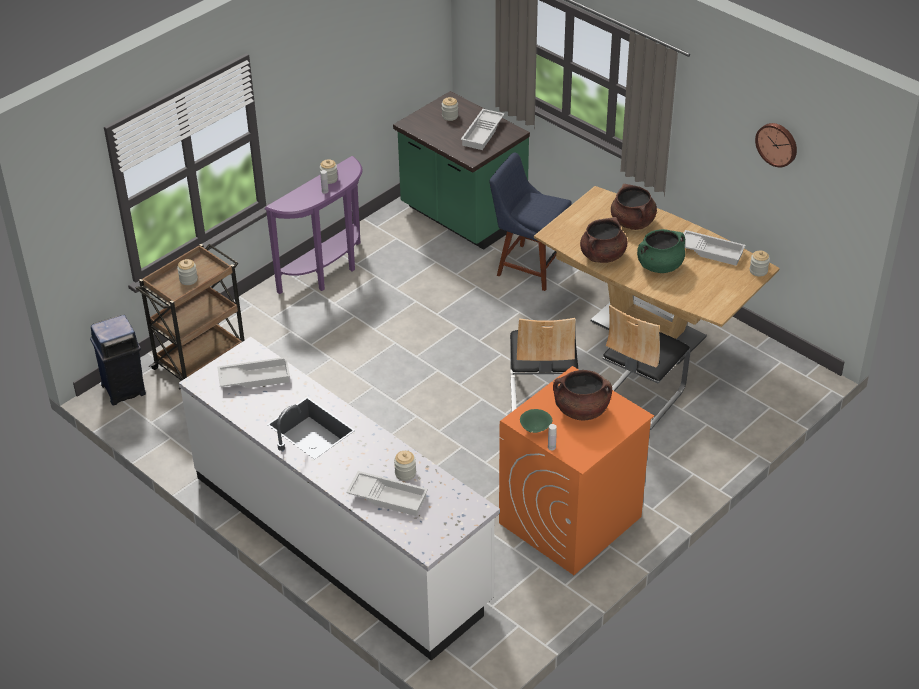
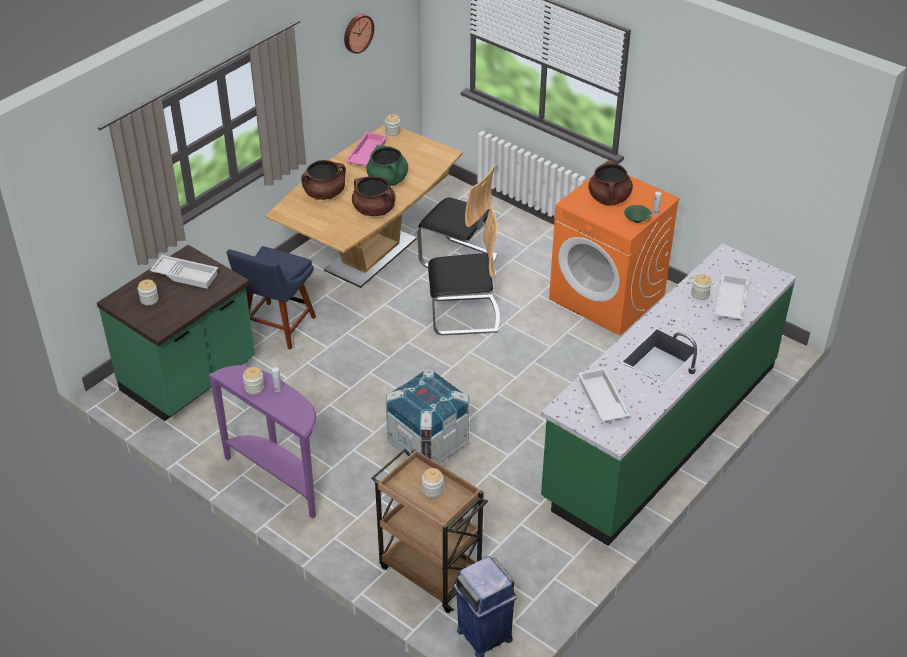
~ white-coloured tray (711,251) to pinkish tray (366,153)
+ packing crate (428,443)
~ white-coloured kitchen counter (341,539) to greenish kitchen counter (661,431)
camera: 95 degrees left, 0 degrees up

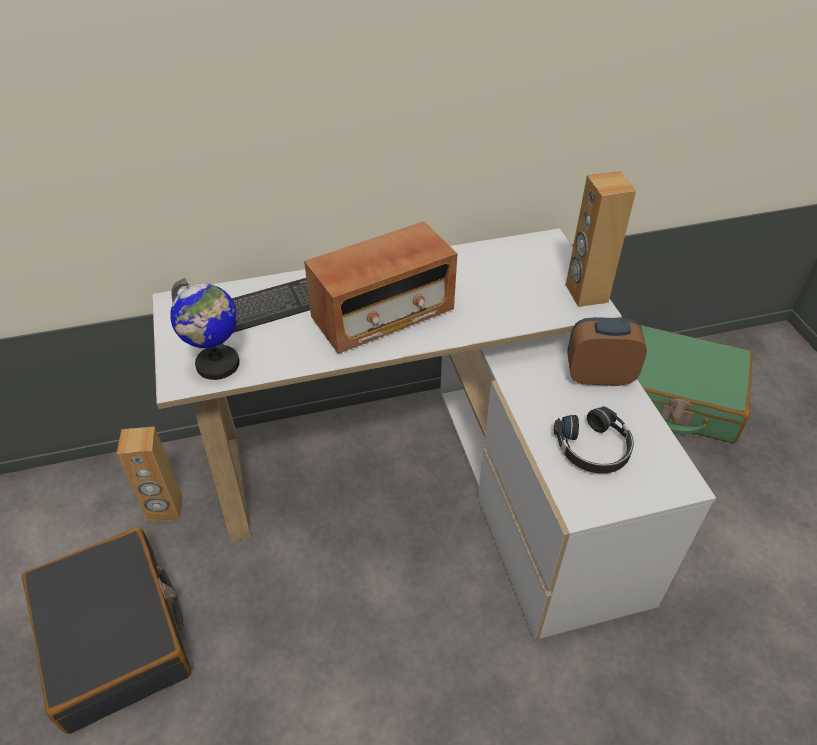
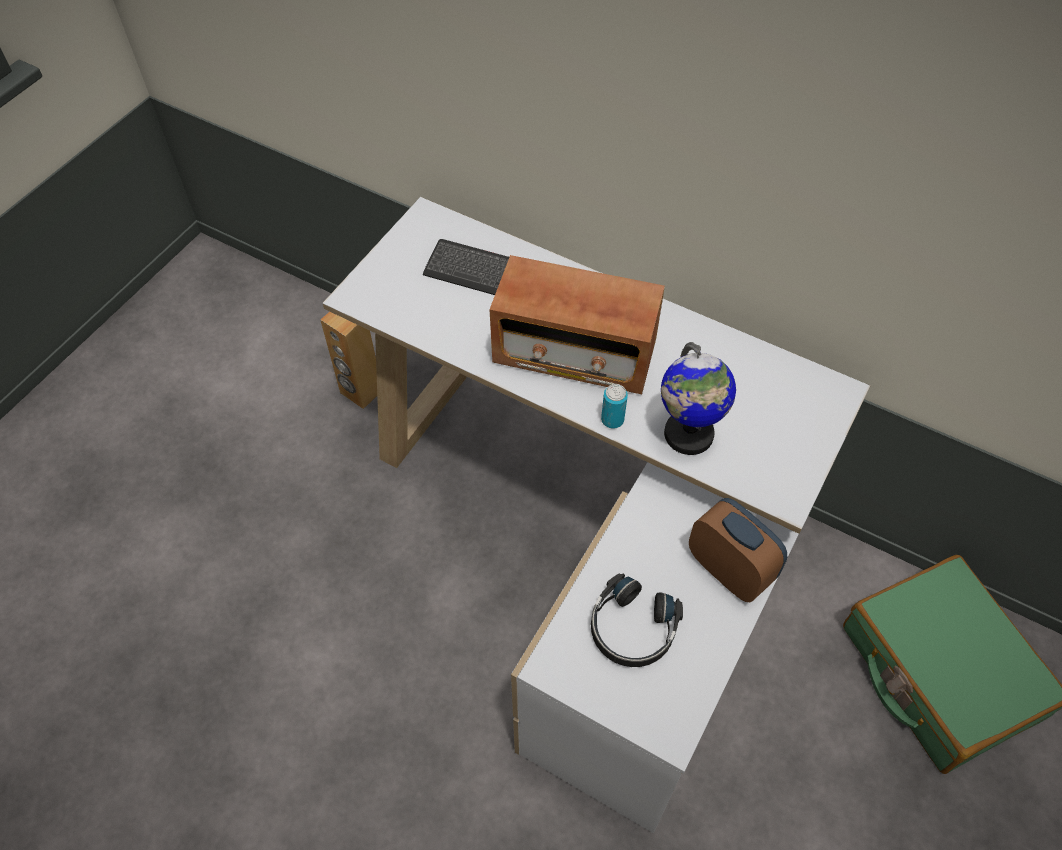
+ sealed can (612,420)
~ desk globe (217,365) to (688,434)
- blackish travel case (115,636)
- brown audio speaker (586,293)
camera: 45 degrees right, 10 degrees up

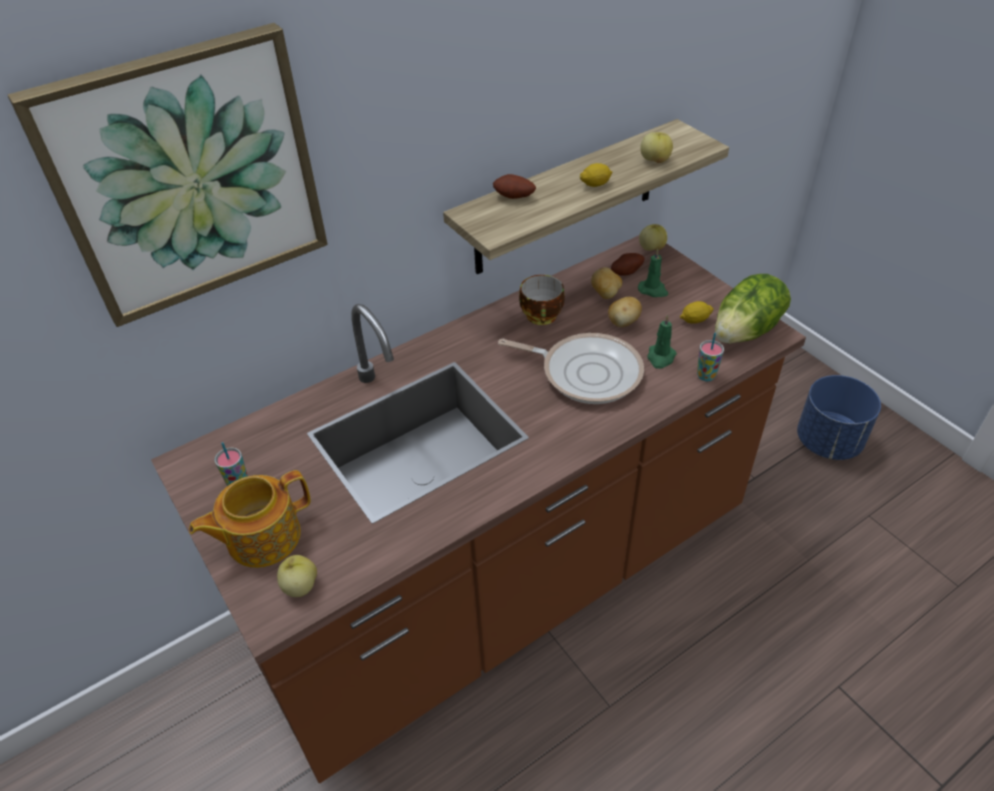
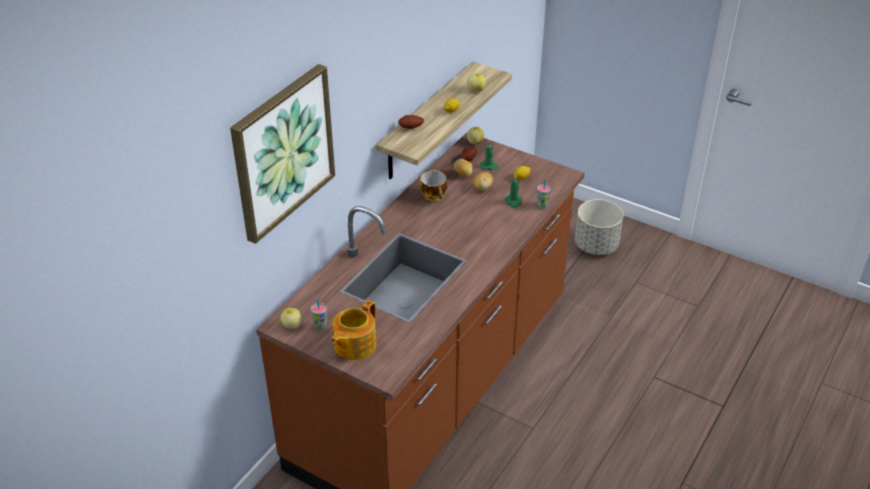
~ apple fruit (300,586) to (292,325)
~ blue-coloured planter (829,441) to grey planter (596,245)
- pan (586,372)
- head of lettuce (747,331)
camera: 25 degrees left, 5 degrees down

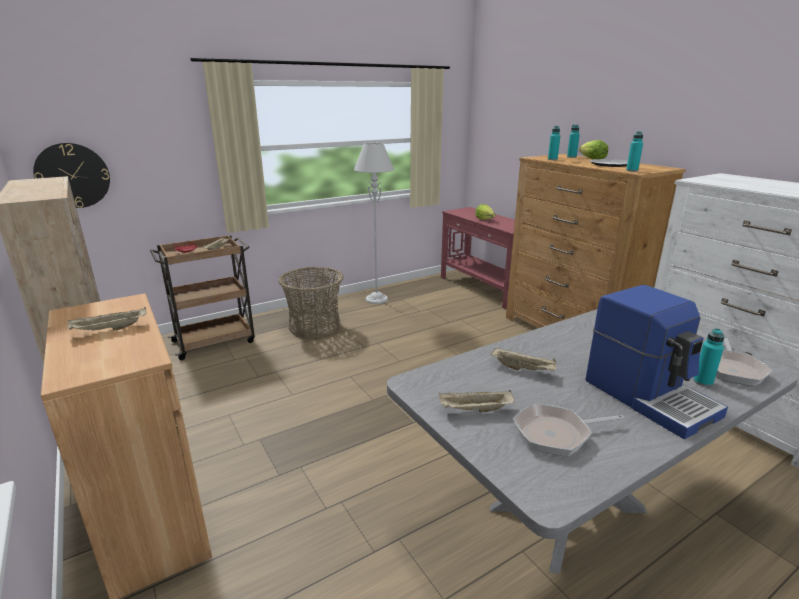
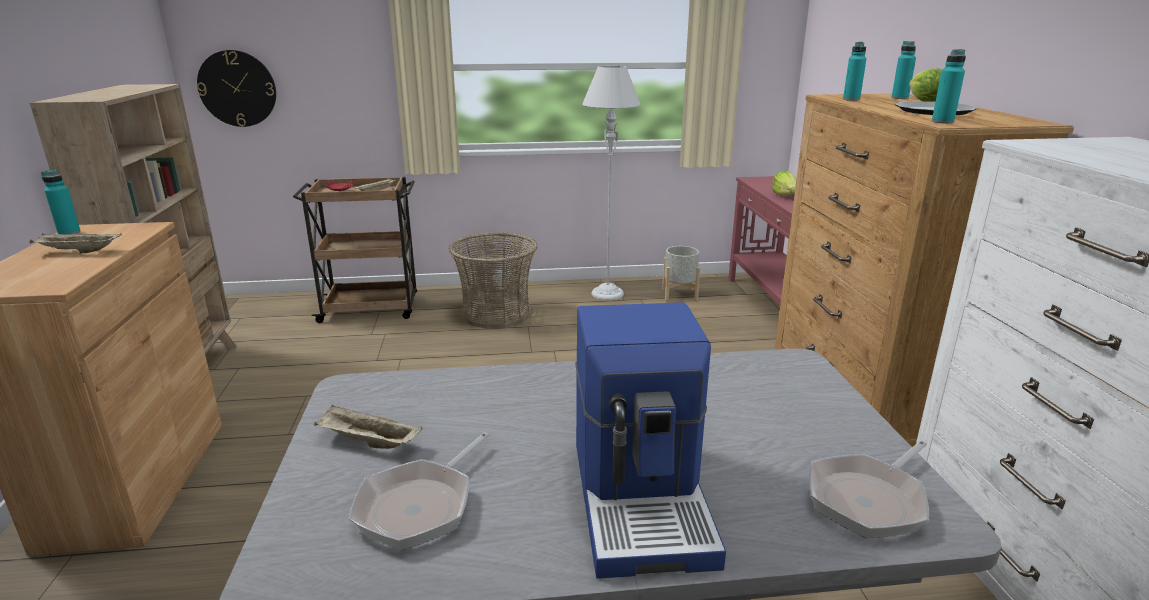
~ blue-green bottle (703,382) to (69,233)
~ pan (556,434) = (420,505) 75 degrees counterclockwise
+ grey planter (680,294)
- beige-coloured tray (523,369)
camera: 25 degrees right, 0 degrees up

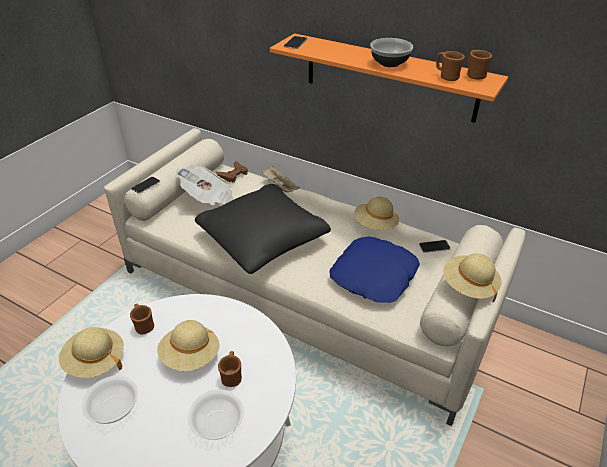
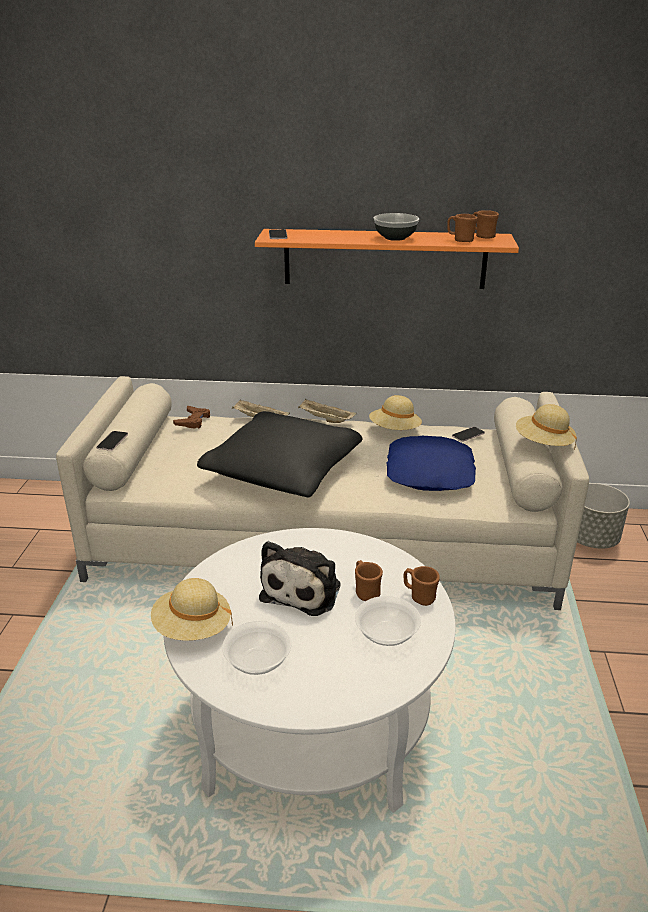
~ beige-coloured clothing hat (190,356) to soft toy (303,589)
+ beige-coloured tray (325,419)
~ brown tea mug (143,325) to (419,596)
+ grey planter (591,539)
- printed paper (209,198)
camera: 25 degrees left, 10 degrees down

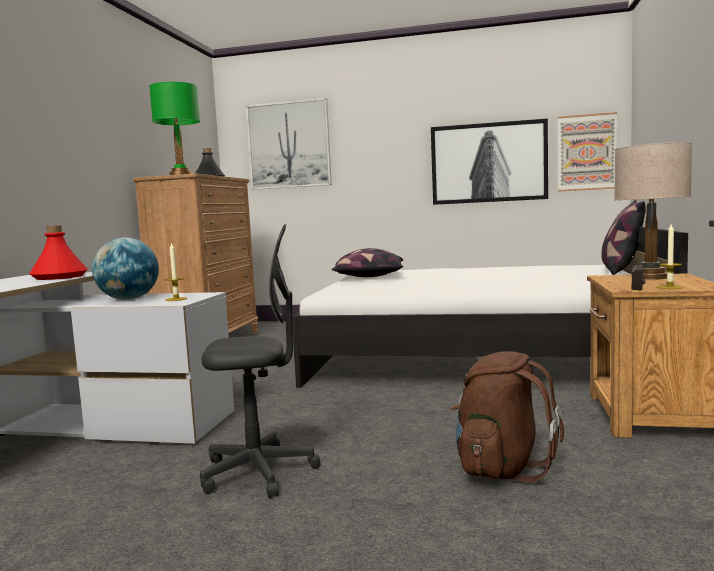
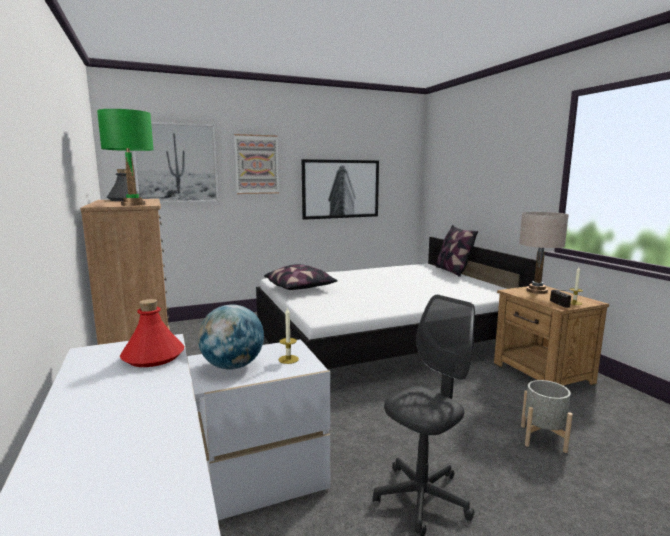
~ wall art (586,152) to (257,164)
~ brown backpack (501,468) to grey planter (543,438)
camera: 35 degrees left, 5 degrees up

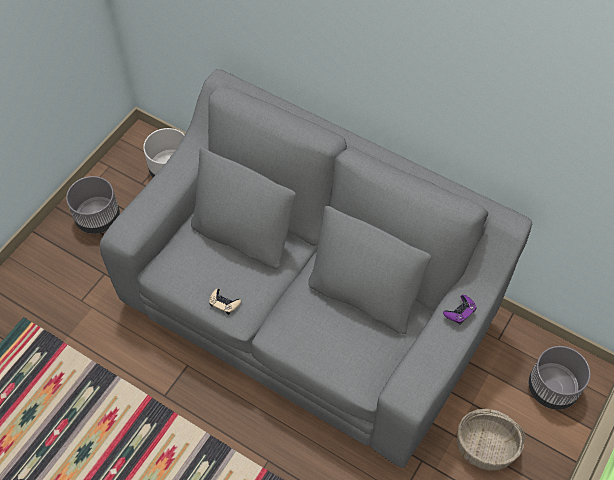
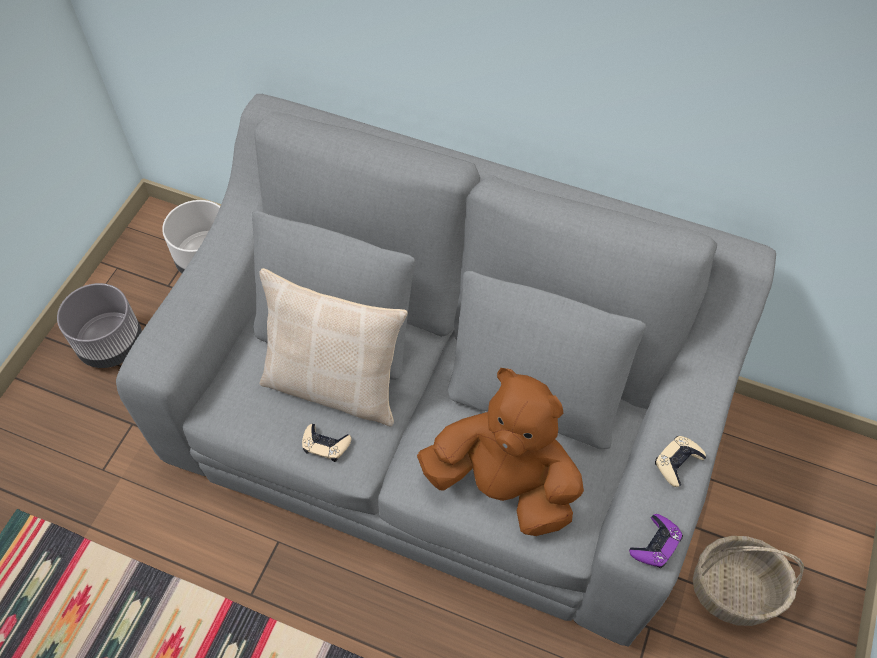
+ beige-coloured cushion (335,385)
+ brown soft toy (503,484)
~ purple-coloured joypad (460,311) to (655,544)
+ beige-coloured joypad (677,462)
- grey planter (552,388)
camera: 10 degrees left, 0 degrees up

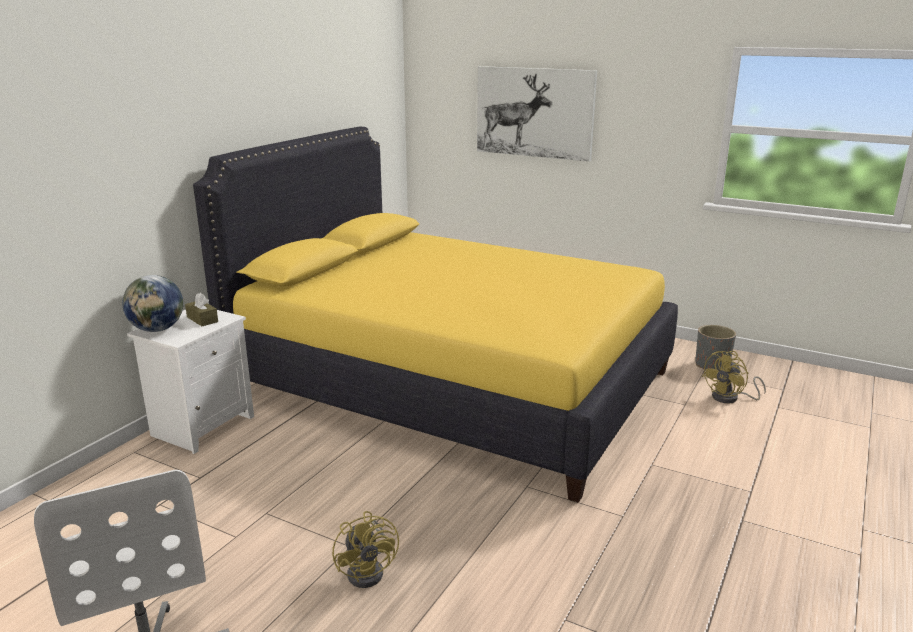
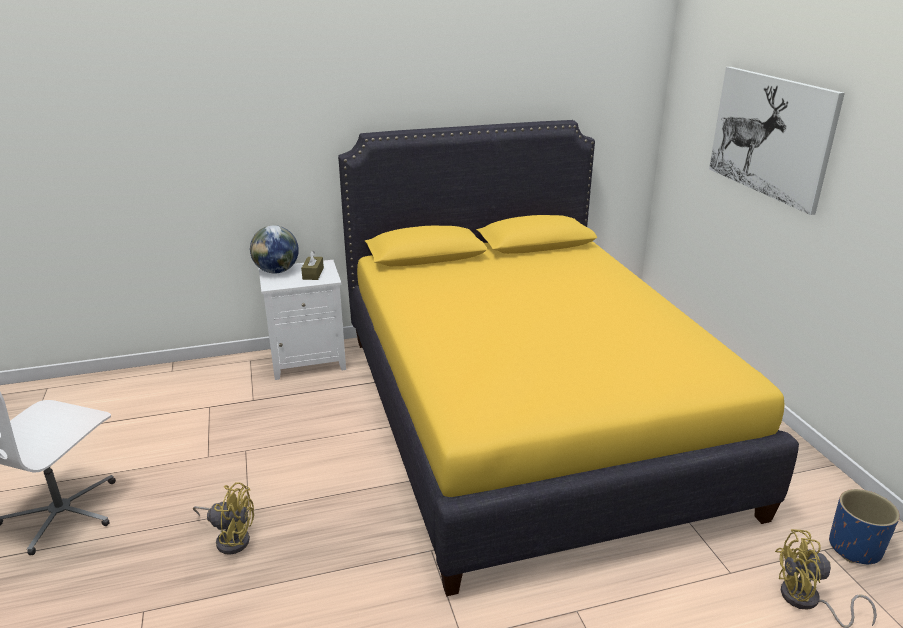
~ yellow-coloured electric fan (370,570) = (230,538) 105 degrees counterclockwise
~ grey planter (712,365) to blue-coloured planter (854,548)
camera: 45 degrees right, 5 degrees up

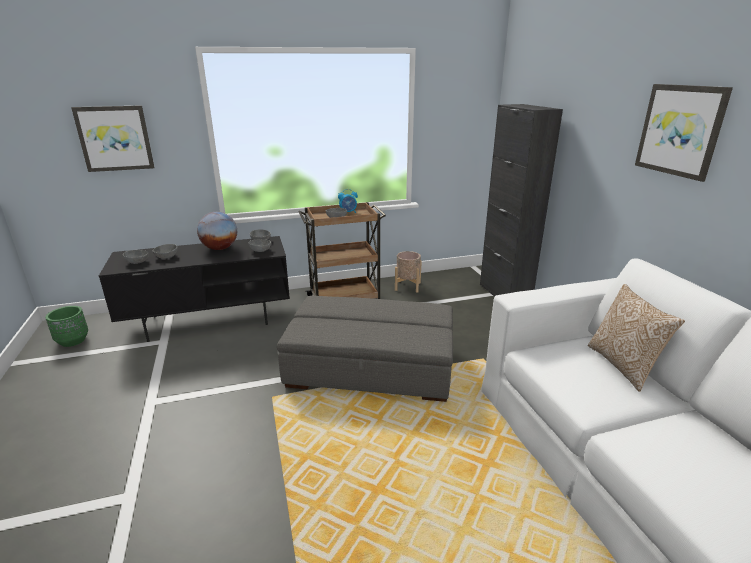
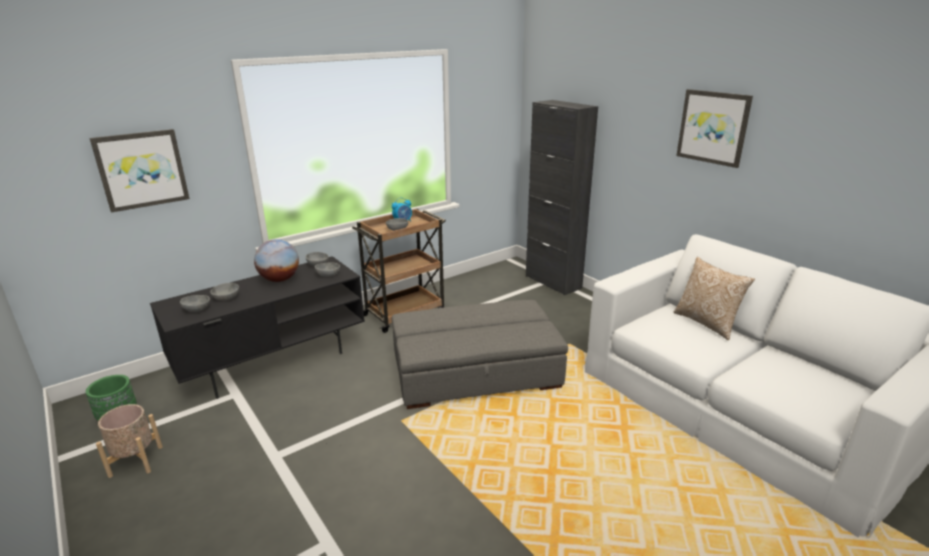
~ beige-coloured planter (407,286) to (136,461)
camera: 20 degrees left, 0 degrees up

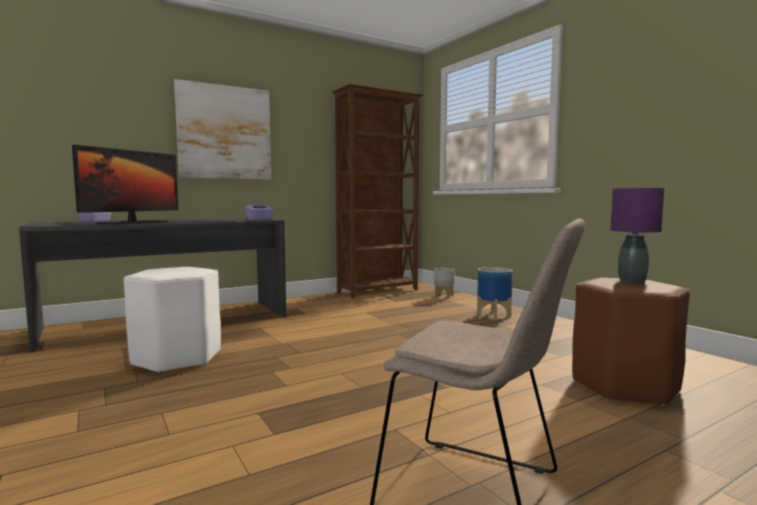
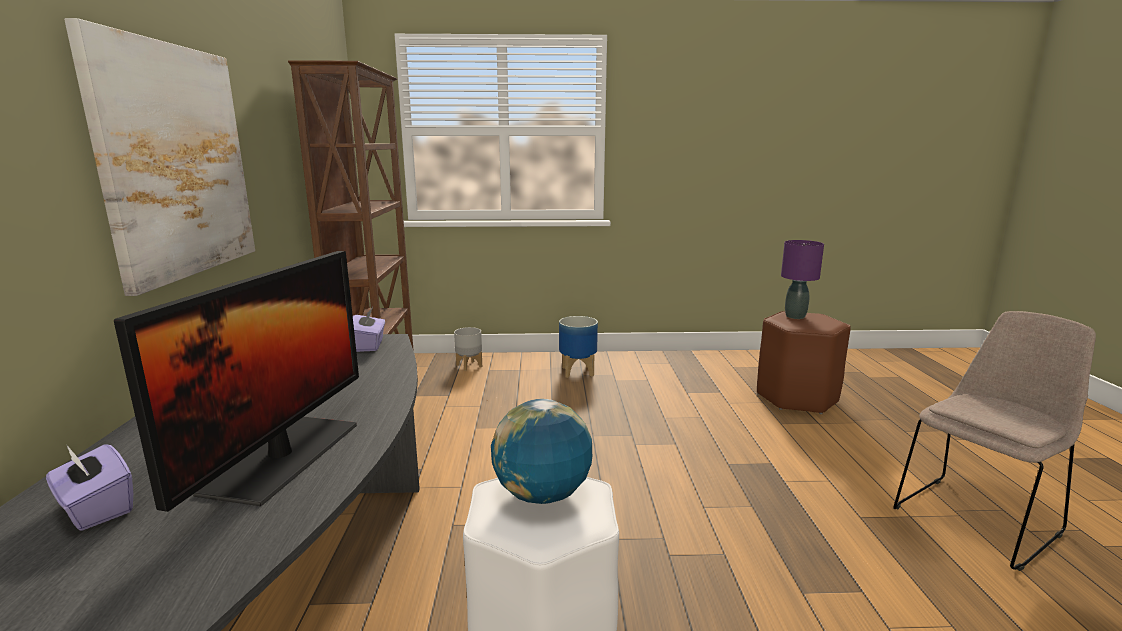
~ computer screen (133,223) = (284,457) 45 degrees clockwise
+ desk globe (542,495)
camera: 60 degrees left, 10 degrees up

